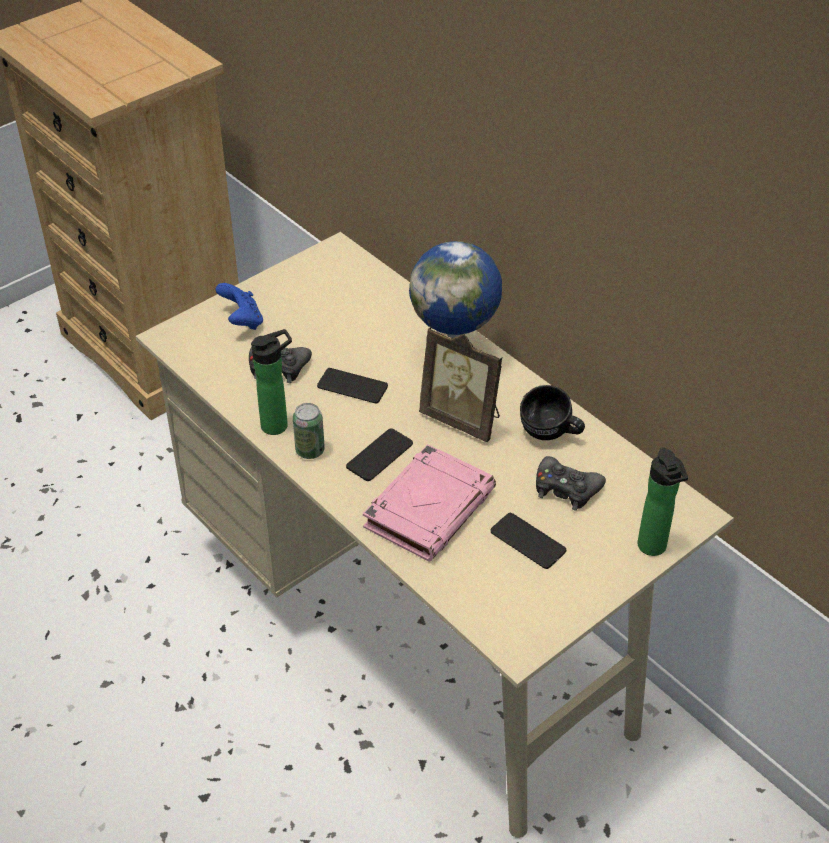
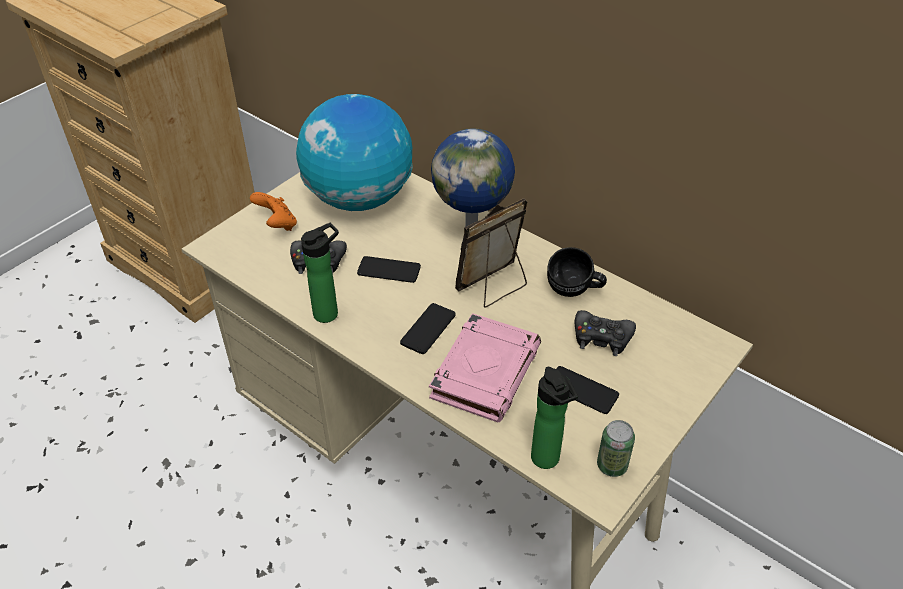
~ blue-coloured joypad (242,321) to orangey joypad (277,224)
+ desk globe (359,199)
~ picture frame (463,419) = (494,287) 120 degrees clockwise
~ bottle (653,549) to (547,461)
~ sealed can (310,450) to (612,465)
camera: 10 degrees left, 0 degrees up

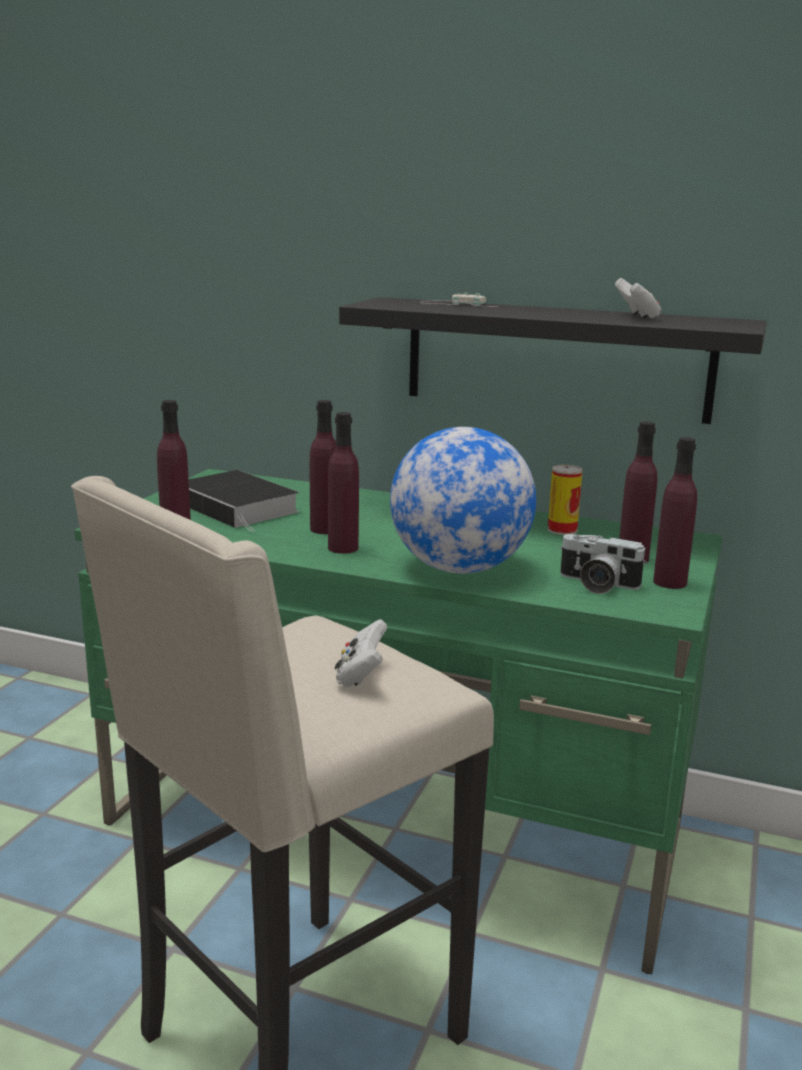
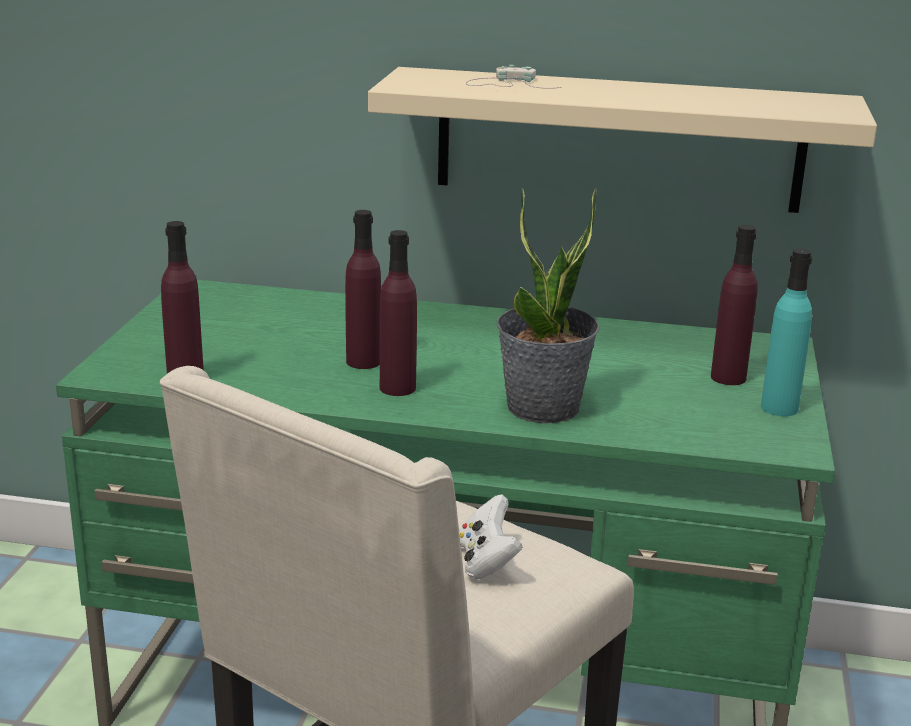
~ blackish bracket shelf (556,359) to beige-coloured bracket shelf (618,140)
~ desk globe (459,569) to potted plant (543,408)
~ purple-coloured bottle (670,582) to blue-green bottle (779,408)
- bound book (239,507)
- sealed can (562,530)
- photo camera (596,584)
- white-coloured joypad (637,316)
camera: 10 degrees left, 5 degrees up

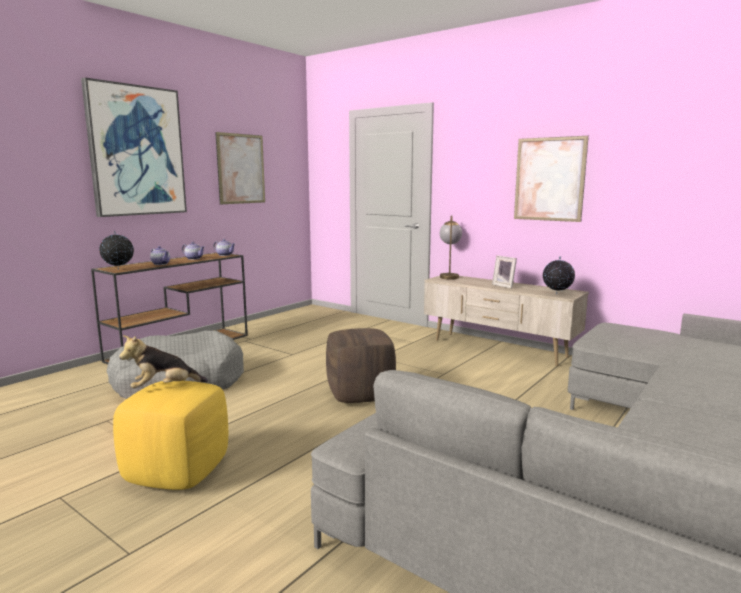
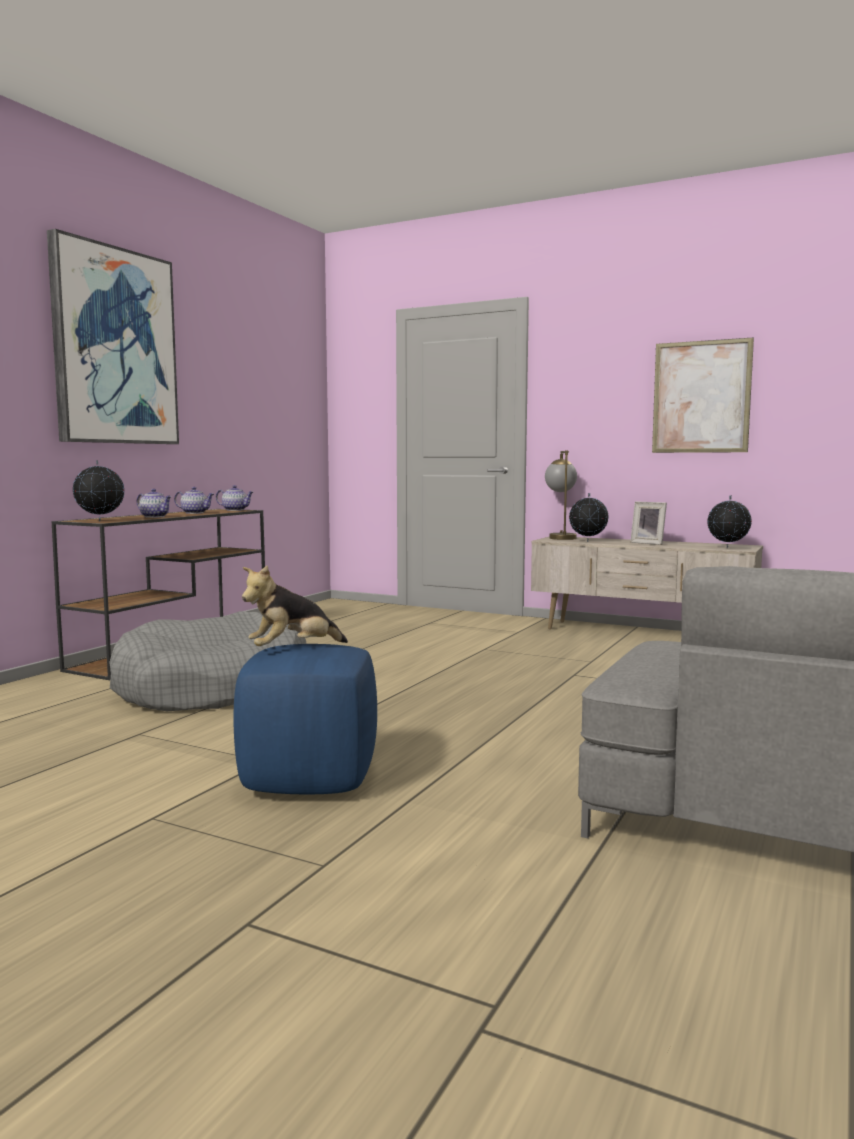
~ yellow-coloured pouffe (178,472) to blue-coloured pouffe (310,780)
+ desk globe (588,541)
- wall art (241,169)
- brown pouffe (360,395)
camera: 10 degrees left, 5 degrees down

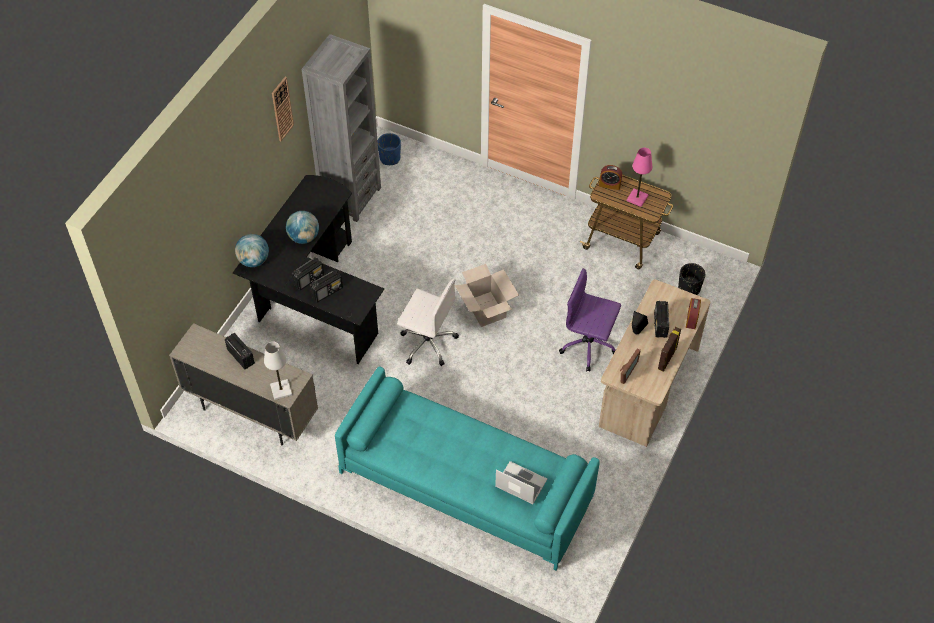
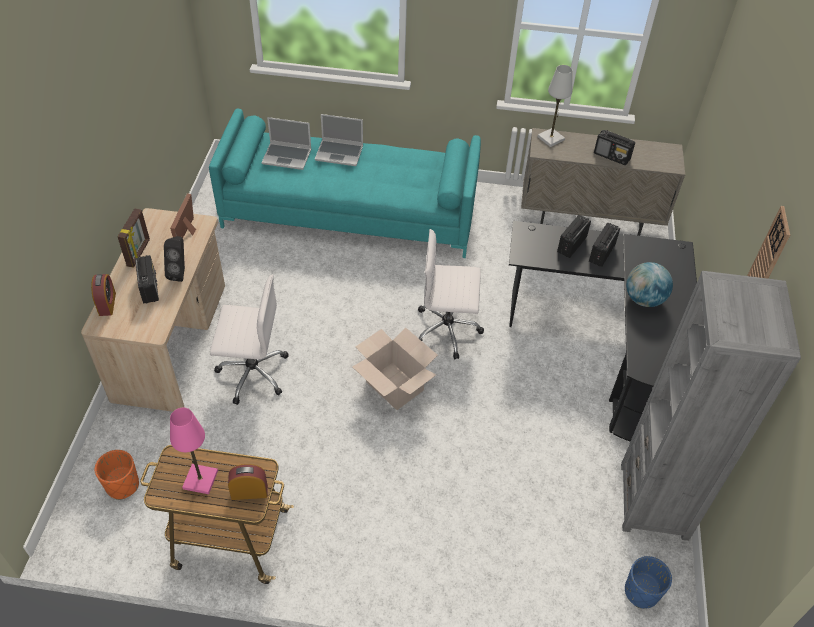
~ blackish planter (689,289) to orangey planter (122,485)
~ purple-coloured office chair (589,345) to white-coloured office chair (252,372)
+ portable computer (340,153)
- desk globe (254,260)
camera: 160 degrees right, 5 degrees down

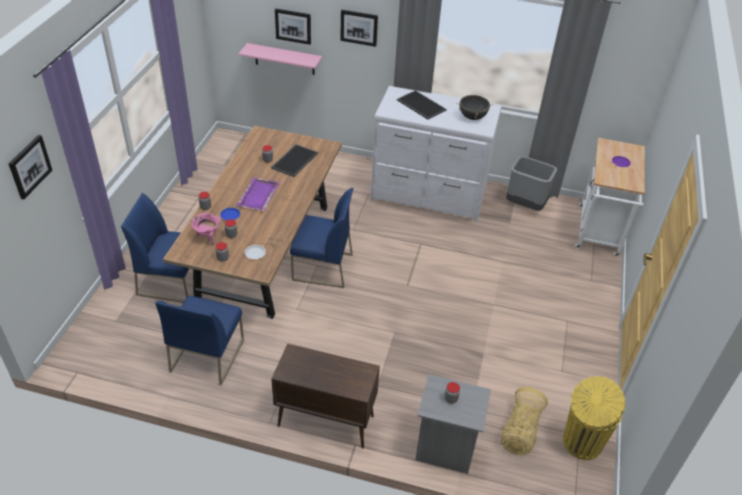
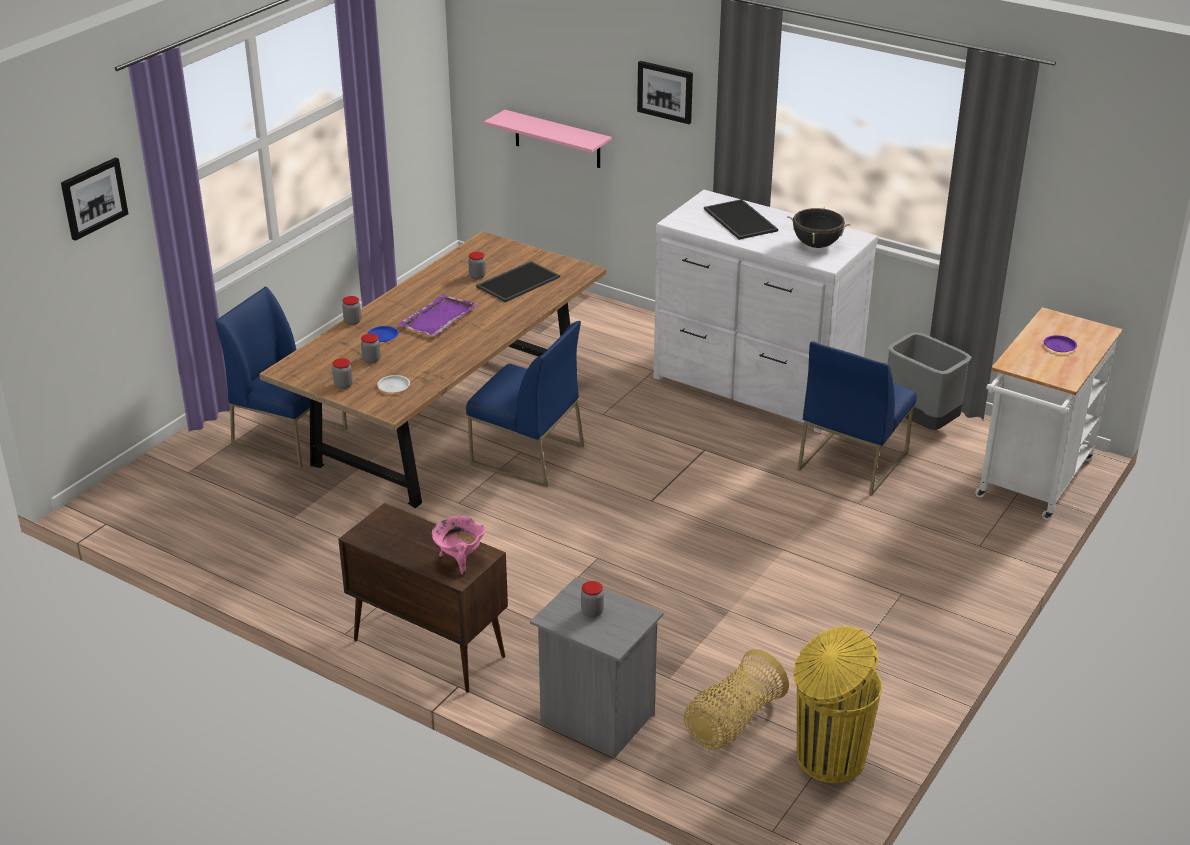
~ pinkish stockpot (207,237) to (459,561)
~ blue-coloured chair (207,355) to (852,460)
- wall art (293,26)
camera: 20 degrees right, 10 degrees down

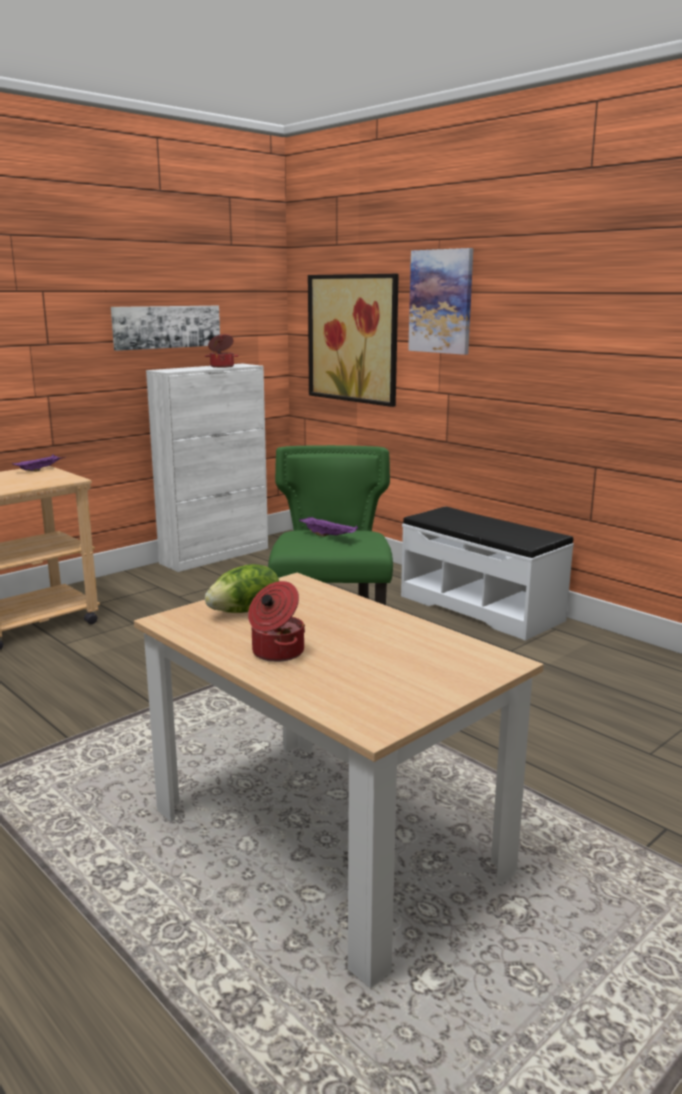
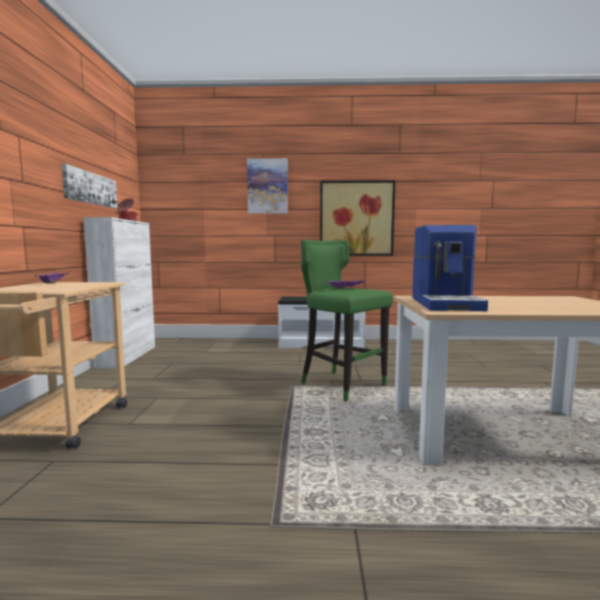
~ wall art (353,338) to (356,218)
~ head of lettuce (245,611) to coffee brewer (446,304)
- stockpot (276,652)
camera: 45 degrees left, 10 degrees down

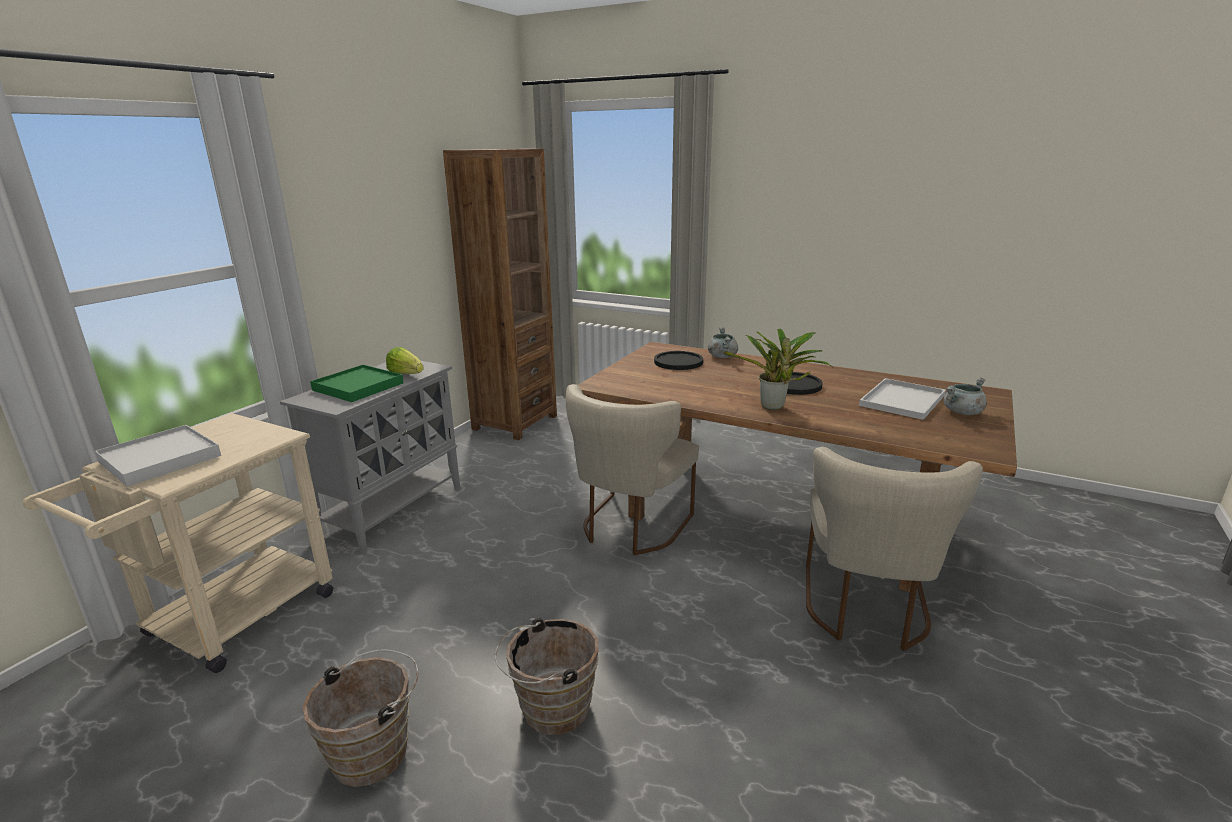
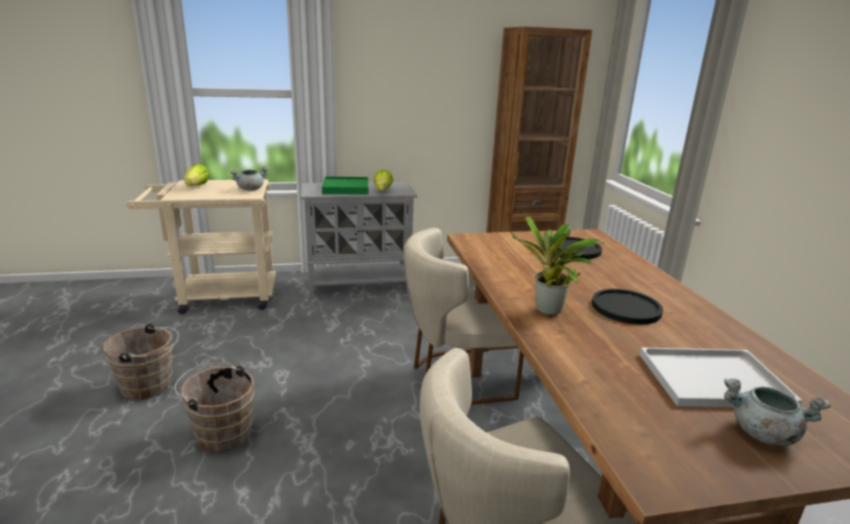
~ white-coloured tray (160,459) to head of lettuce (197,186)
~ grey stockpot (722,356) to (251,189)
camera: 50 degrees right, 0 degrees up

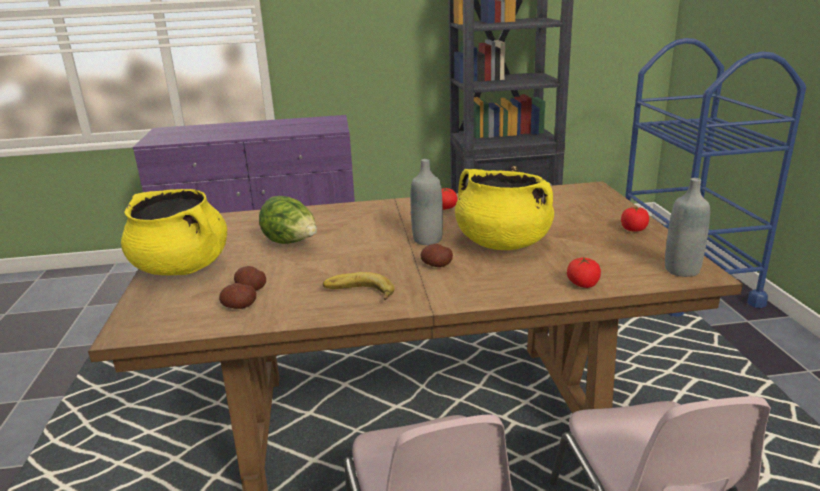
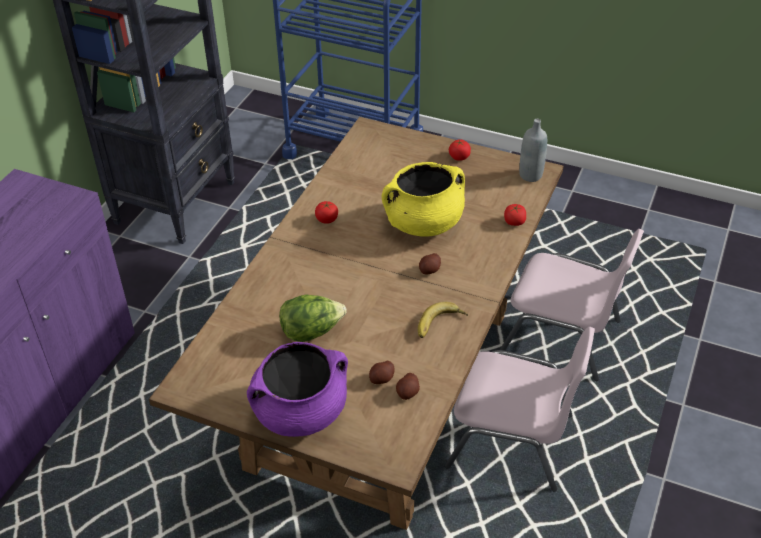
~ yellow-coloured stockpot (182,268) to purple-coloured stockpot (300,412)
- grey bottle (427,240)
camera: 60 degrees left, 20 degrees up

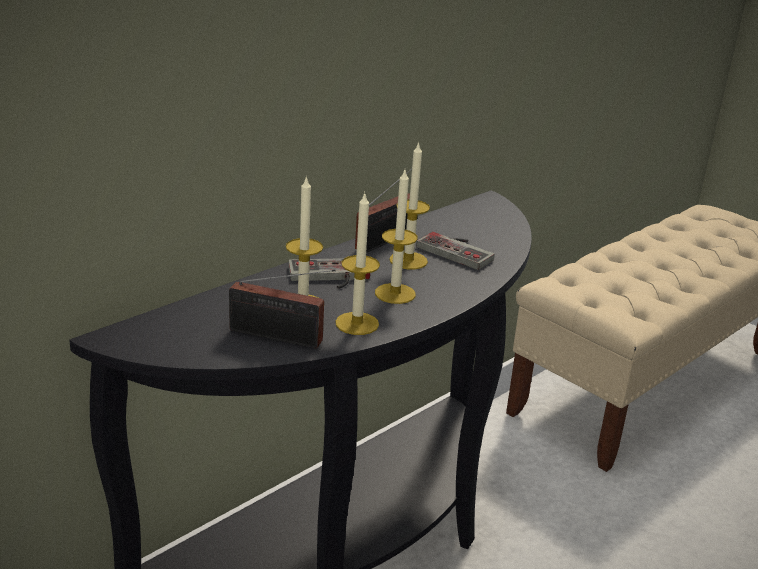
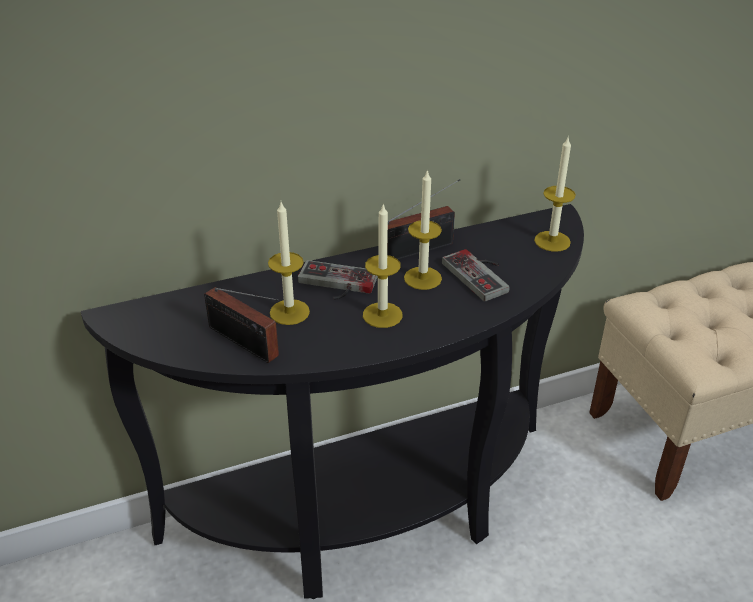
~ candle (357,323) to (552,241)
camera: 25 degrees right, 10 degrees up

